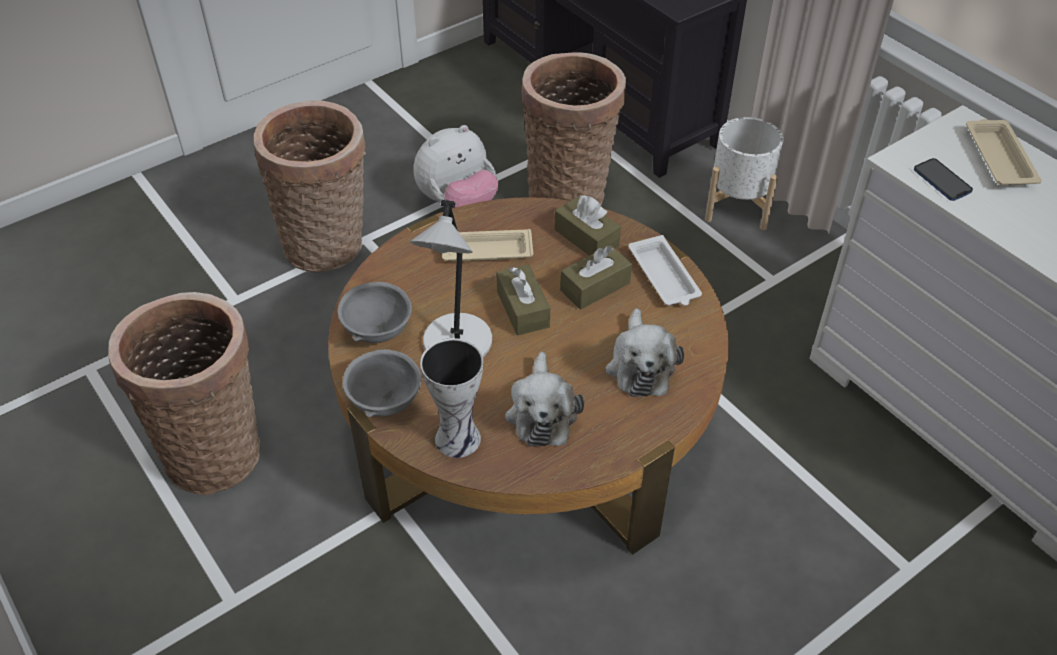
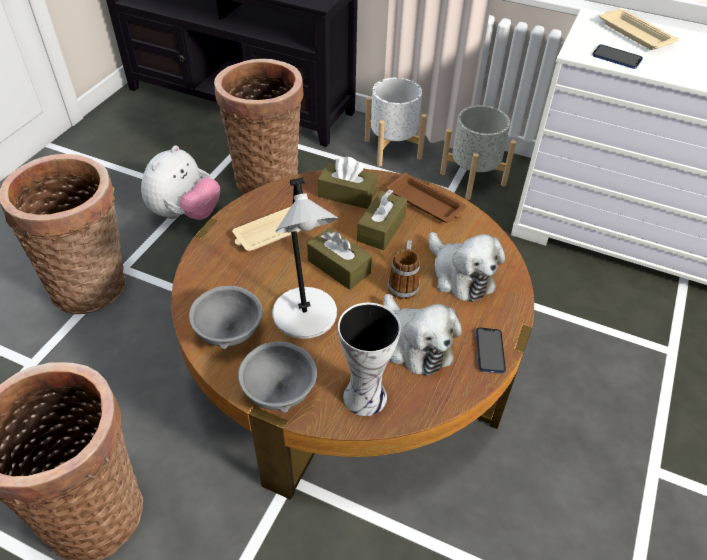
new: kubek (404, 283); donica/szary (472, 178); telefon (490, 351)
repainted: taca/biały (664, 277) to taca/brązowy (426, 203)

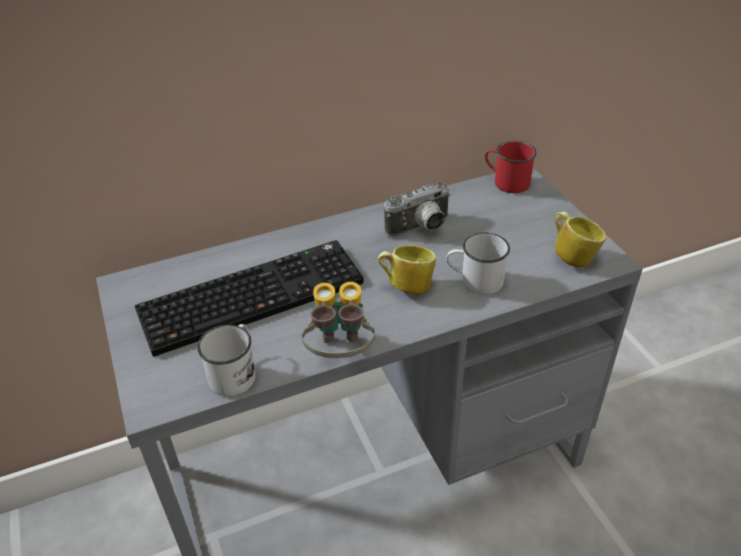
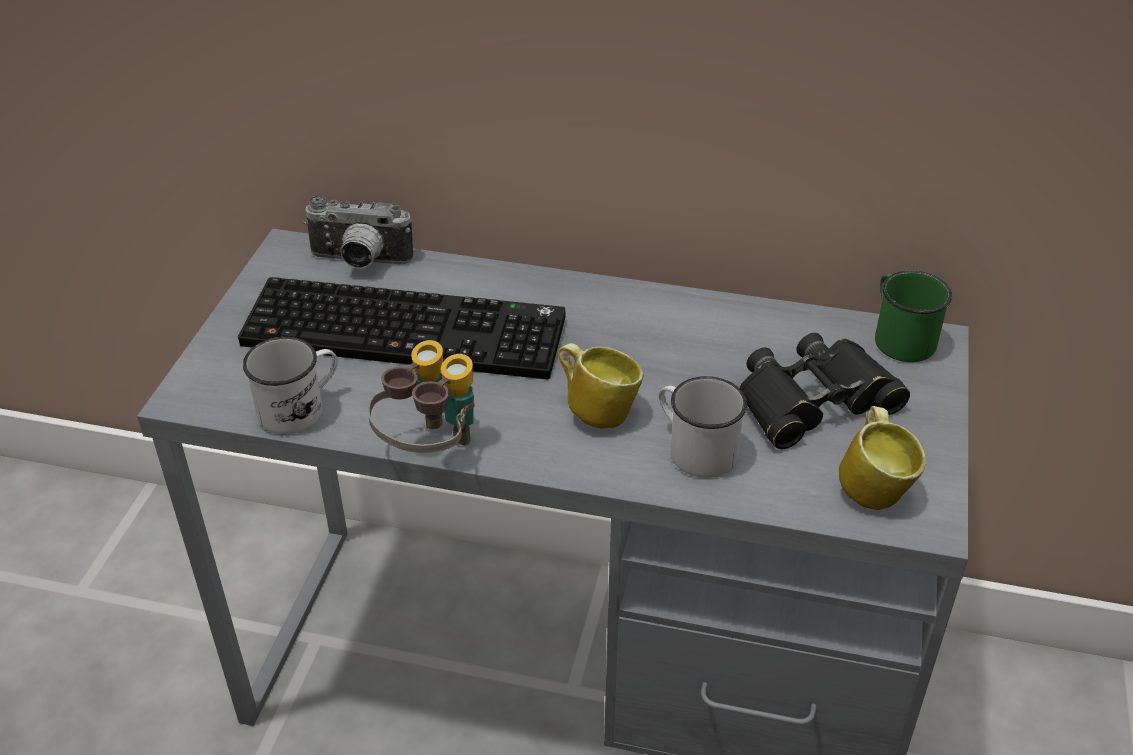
new: lornetka/czarny (814, 401)
shifted: aparat fotograficzny (421, 229) to (359, 262)
repainted: kubek/czerwony (506, 182) to kubek/zielony (899, 337)

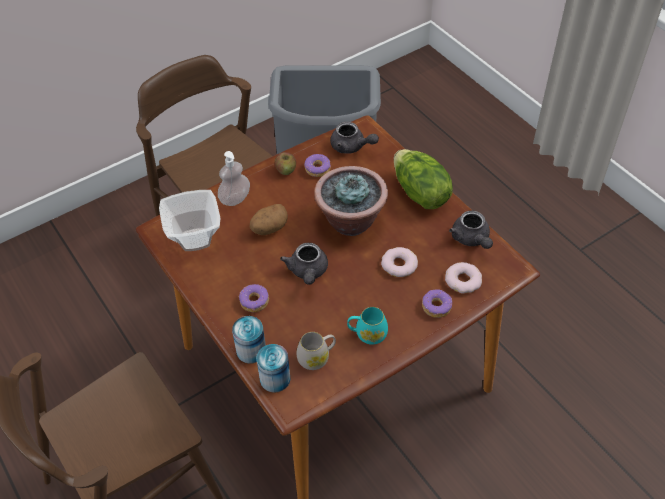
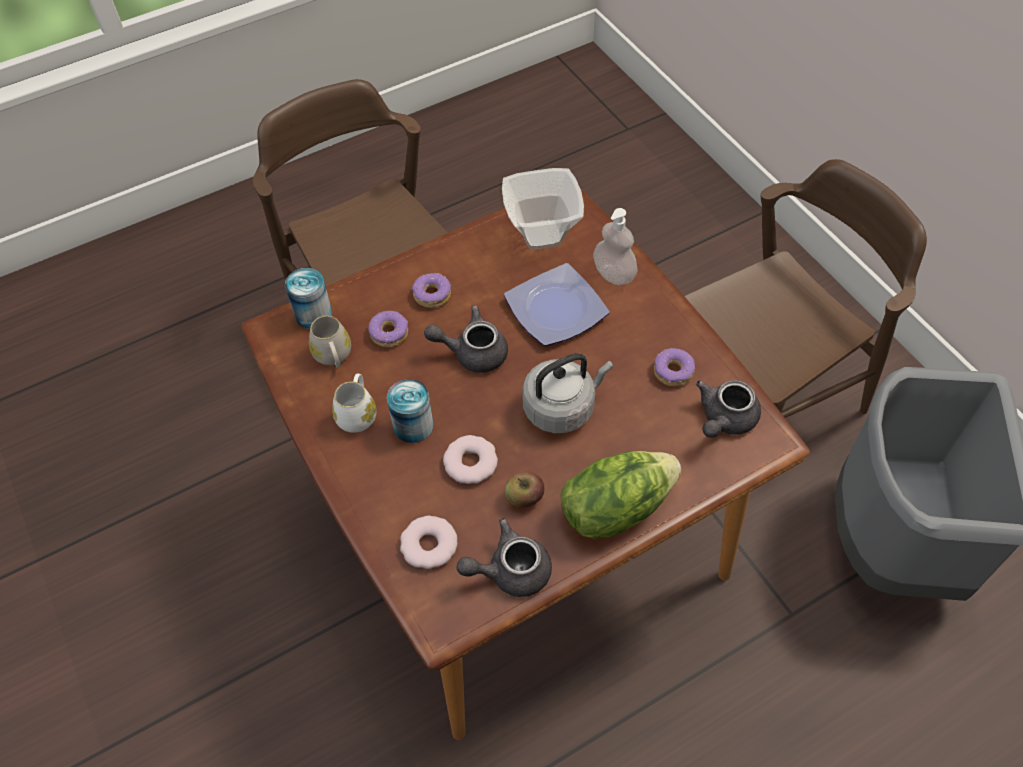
shifted: puszka (251, 350) to (413, 425); jabłko (286, 170) to (525, 497); donut (436, 306) to (390, 333)
swapped: ziemniak (269, 228) to talerz (555, 311); roślina doniczkowa (350, 221) to czajnik/szary (562, 407)
repainted: kubek/turkusowy (367, 334) to kubek/biały (358, 413)

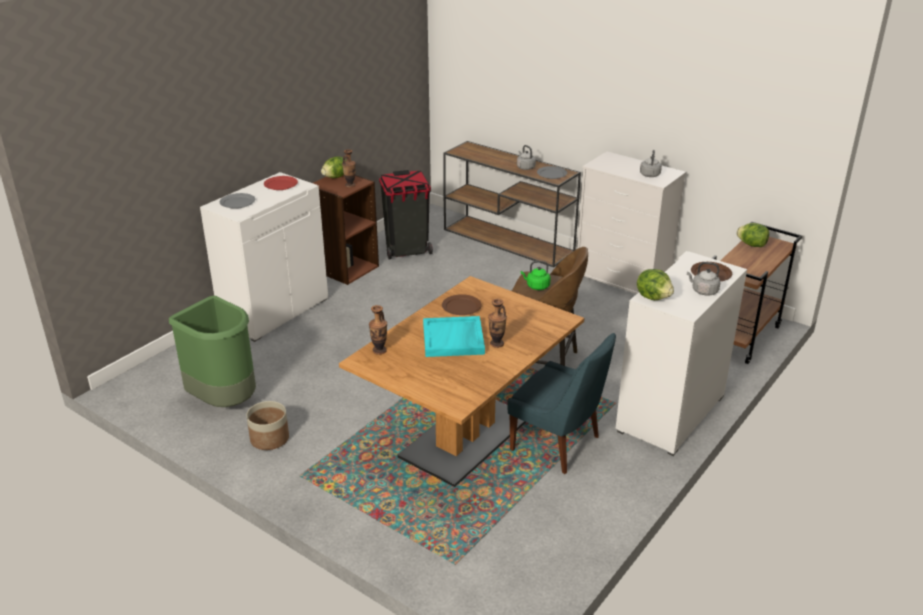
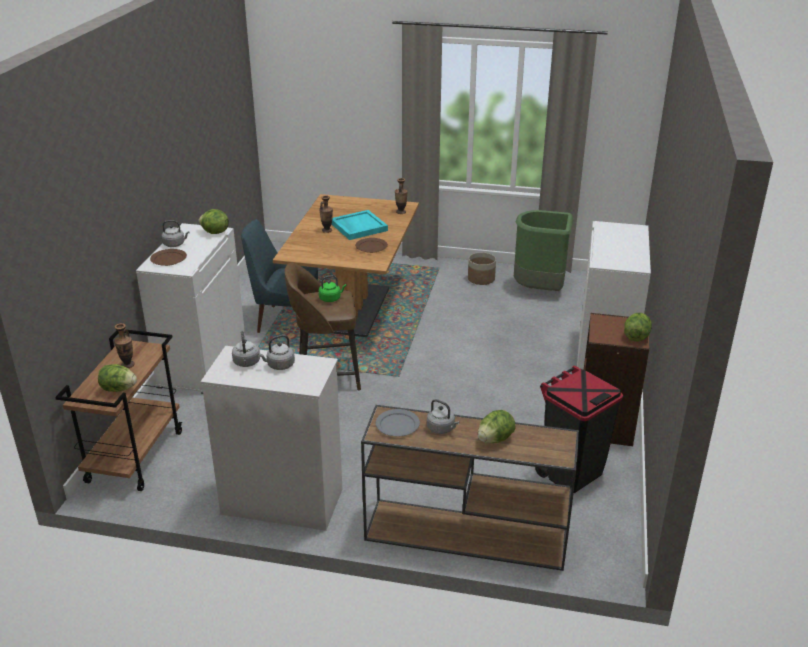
gone: talerz/szary (238, 202); talerz/czerwony (280, 185)
new: czajnik/szary (279, 365); sałata (495, 439)
shifted: wazon (350, 185) to (127, 365)

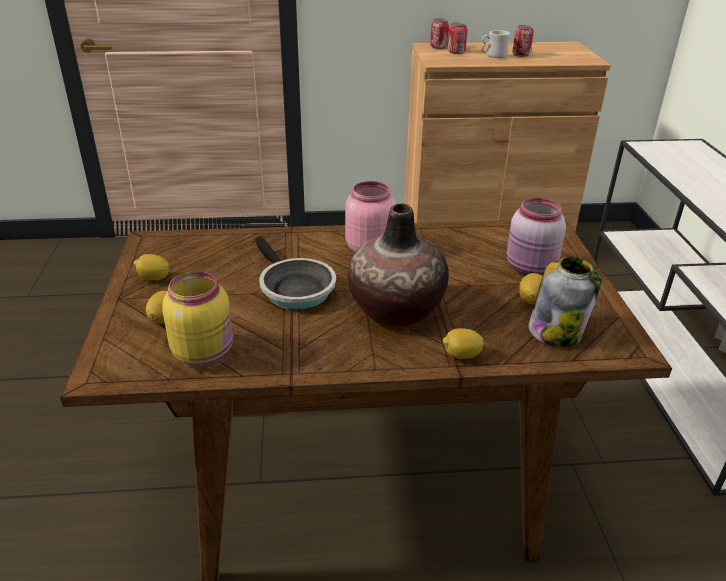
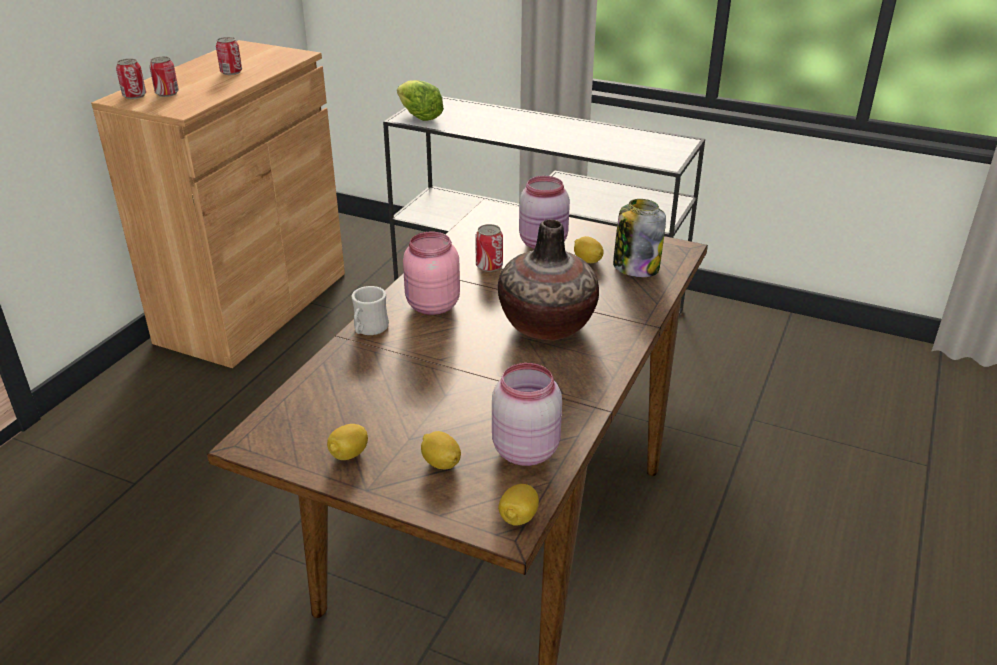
gone: patelnia (294, 288)
new: sałata (419, 117); puszka (489, 266)
shifted: cytryna (461, 355) to (518, 518); kubek/biały (493, 56) to (368, 330)
repainted: słoik/żółty (205, 352) to słoik/różowy (525, 449)

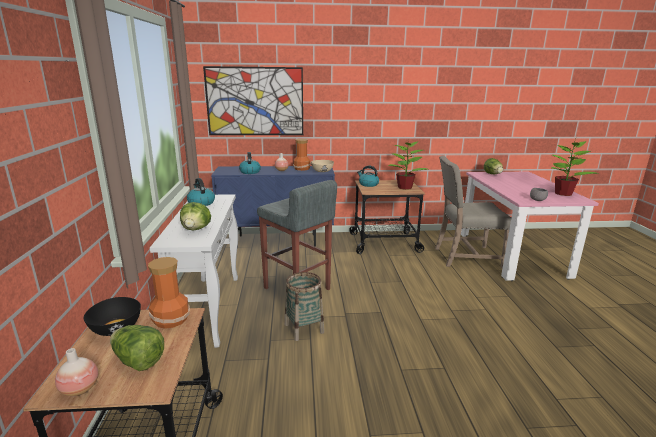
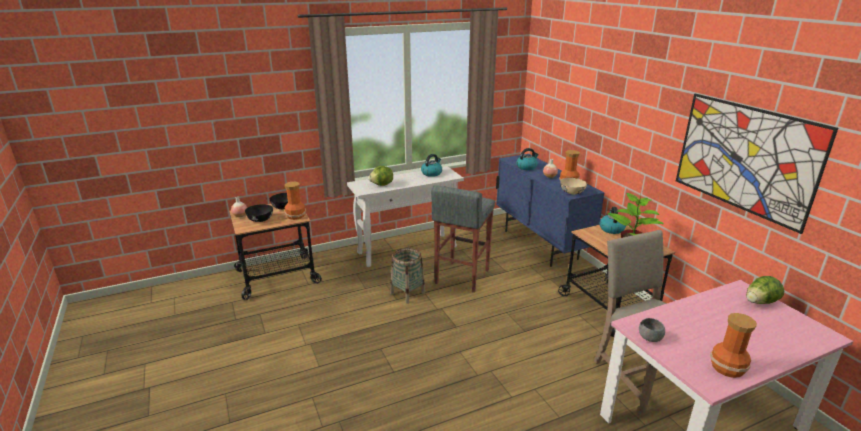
shifted: obraz (255, 101) to (745, 158)
swapped: sałata (138, 361) to miska/czarny (260, 219); roślina doniczkowa (563, 193) to wazon (727, 368)

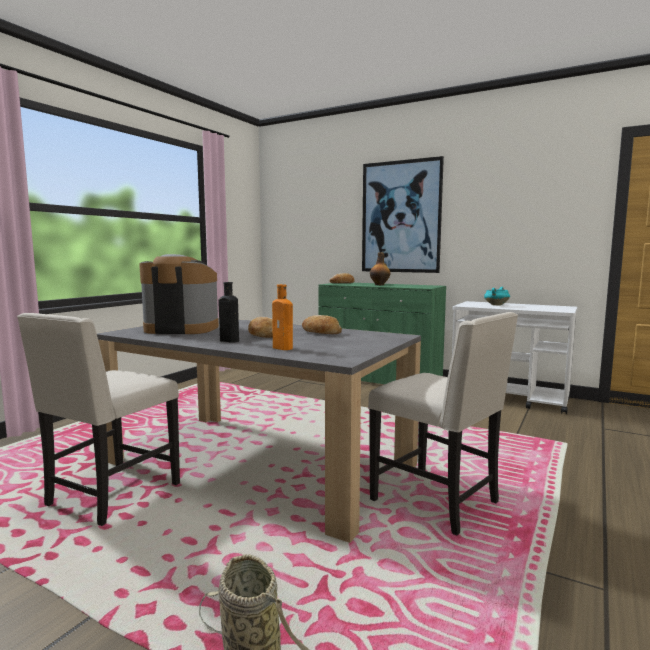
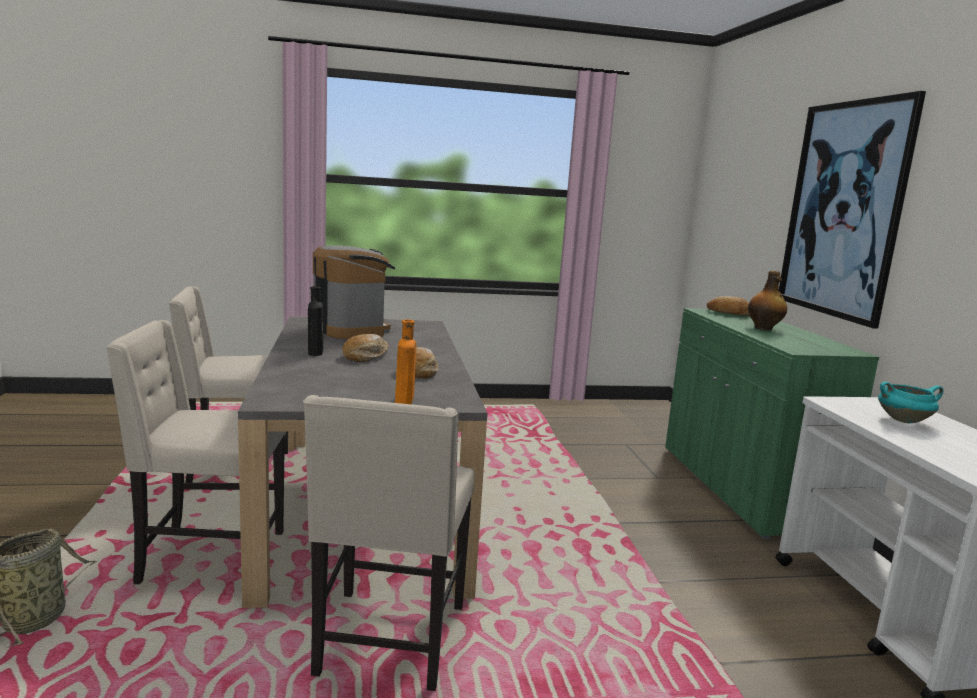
new: krzesło/beżowy (209, 558)
shifted: butelka/pomarańczowy (284, 348) to (404, 401)

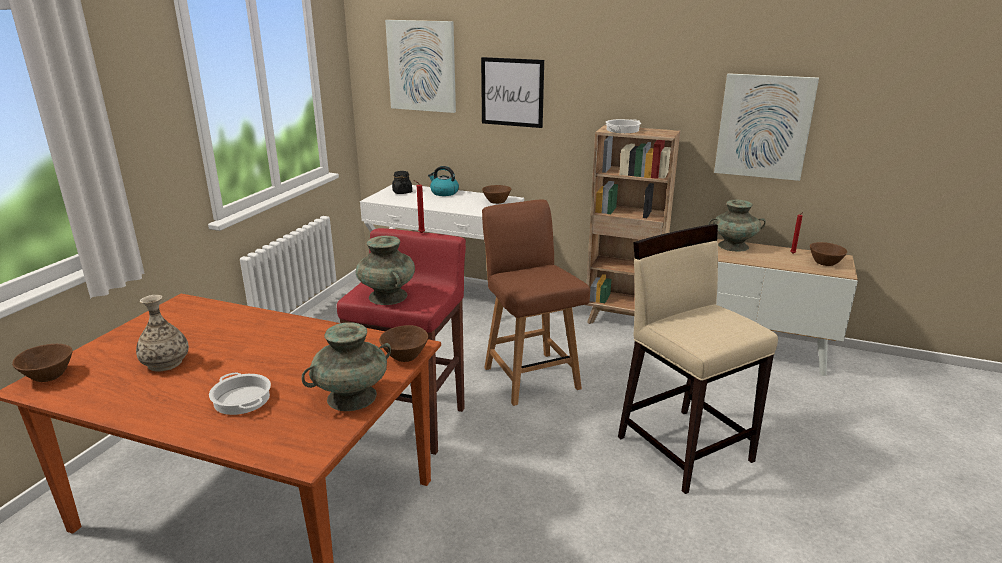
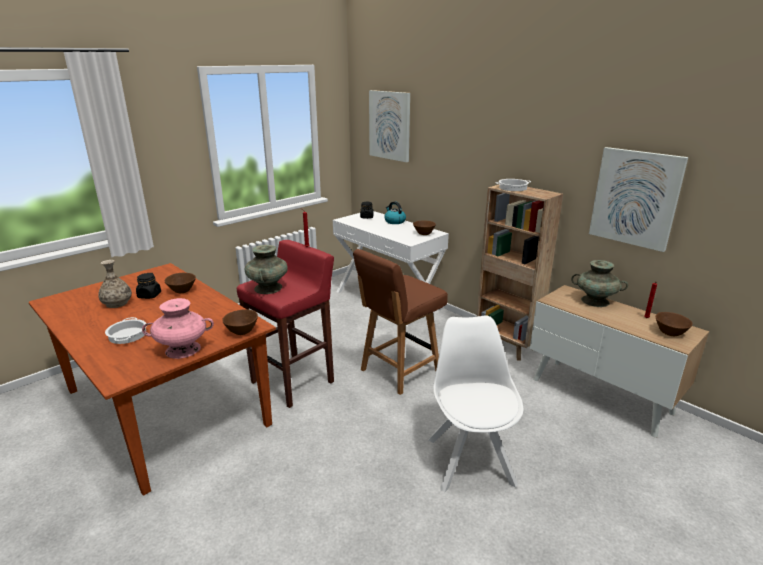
gone: obraz (512, 92)
new: słoik/czarny (149, 295)
shifted: miska/brązowy (48, 377) to (181, 291)
swapped: stołek/beżowy (684, 447) to krzesło/biały (470, 459)
repainted: wazon/turkusowy (351, 397) to wazon/różowy (182, 350)
rotated: krzesło/brązowy (530, 376) = (398, 371) 135 degrees counterclockwise

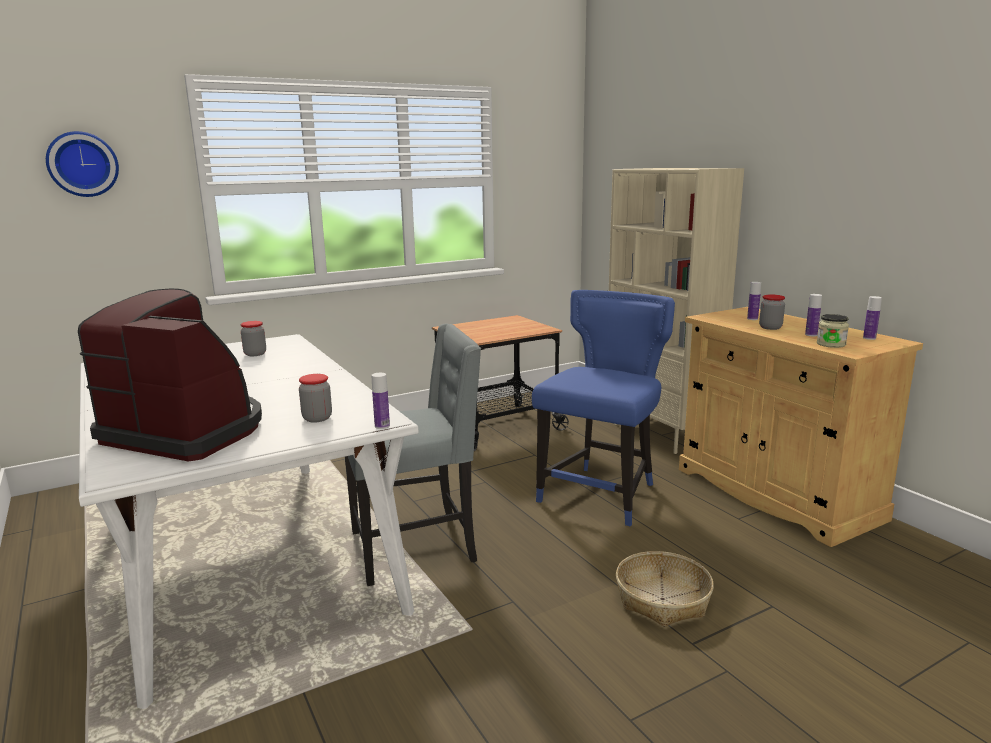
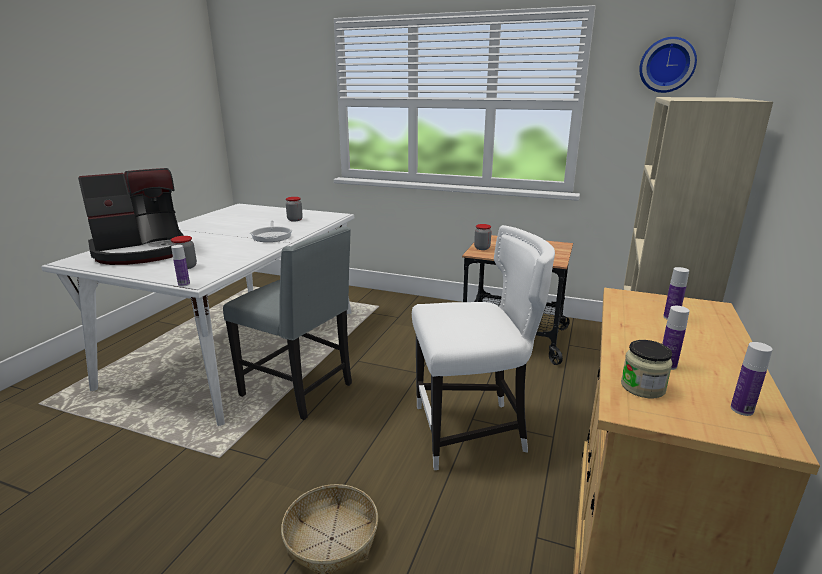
new: patelnia (272, 236)
shifted: zegar ścienny (83, 164) to (667, 65); słoik (770, 327) to (482, 248)
repainted: krzesło/niebieski (602, 493) to krzesło/biały (472, 431)
rotated: ekspres do kawy (187, 431) = (142, 251) 75 degrees clockwise

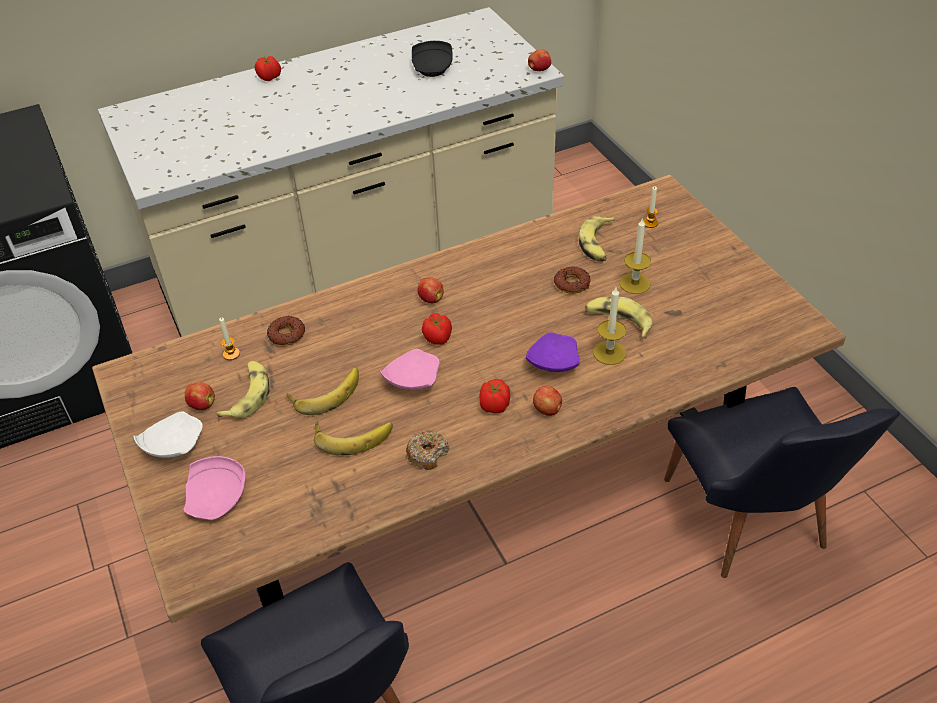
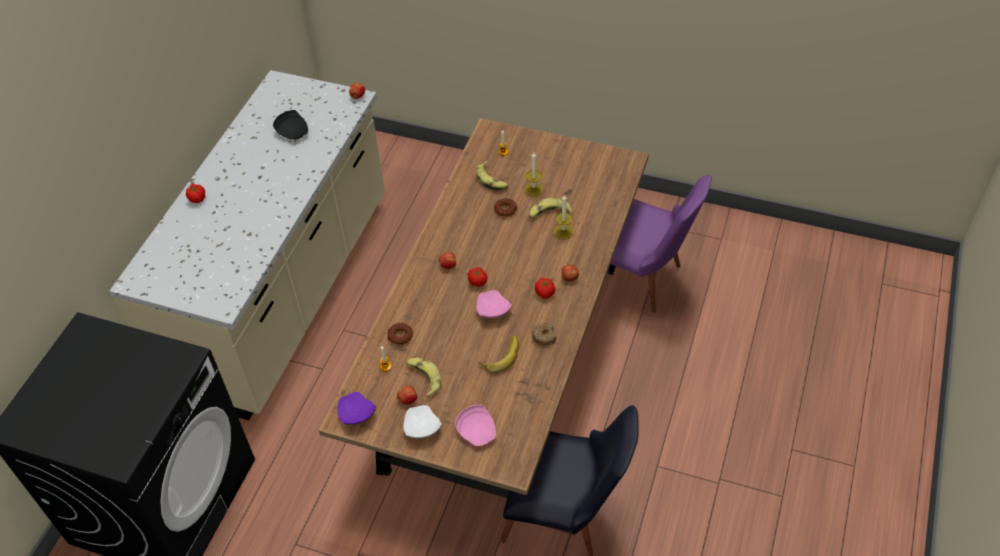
gone: banan (325, 392)
shifted: talerz/fioletowy (552, 363) to (356, 414)
repainted: krzesło/czarny (750, 525) to krzesło/fioletowy (641, 280)

